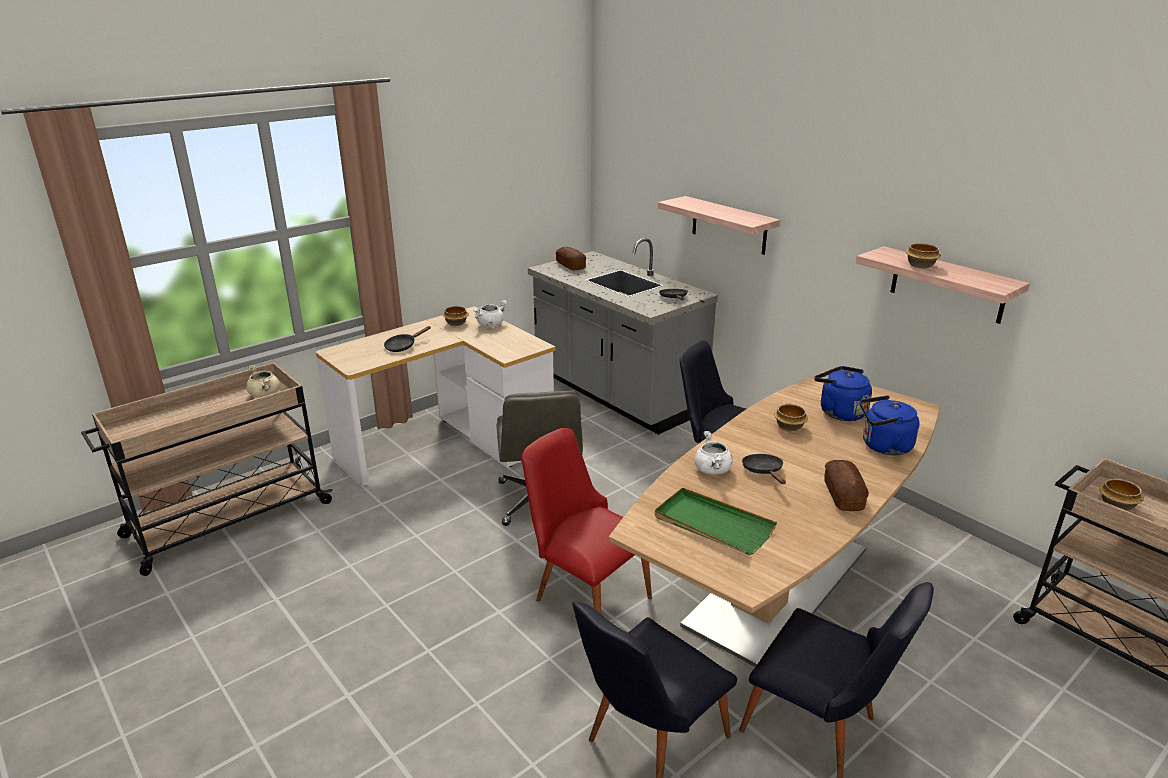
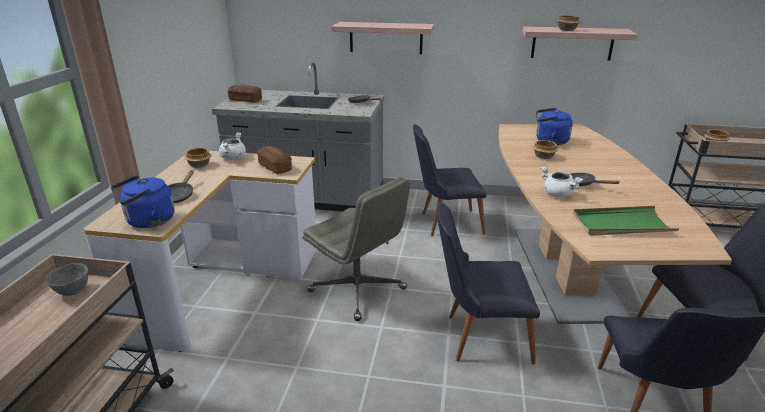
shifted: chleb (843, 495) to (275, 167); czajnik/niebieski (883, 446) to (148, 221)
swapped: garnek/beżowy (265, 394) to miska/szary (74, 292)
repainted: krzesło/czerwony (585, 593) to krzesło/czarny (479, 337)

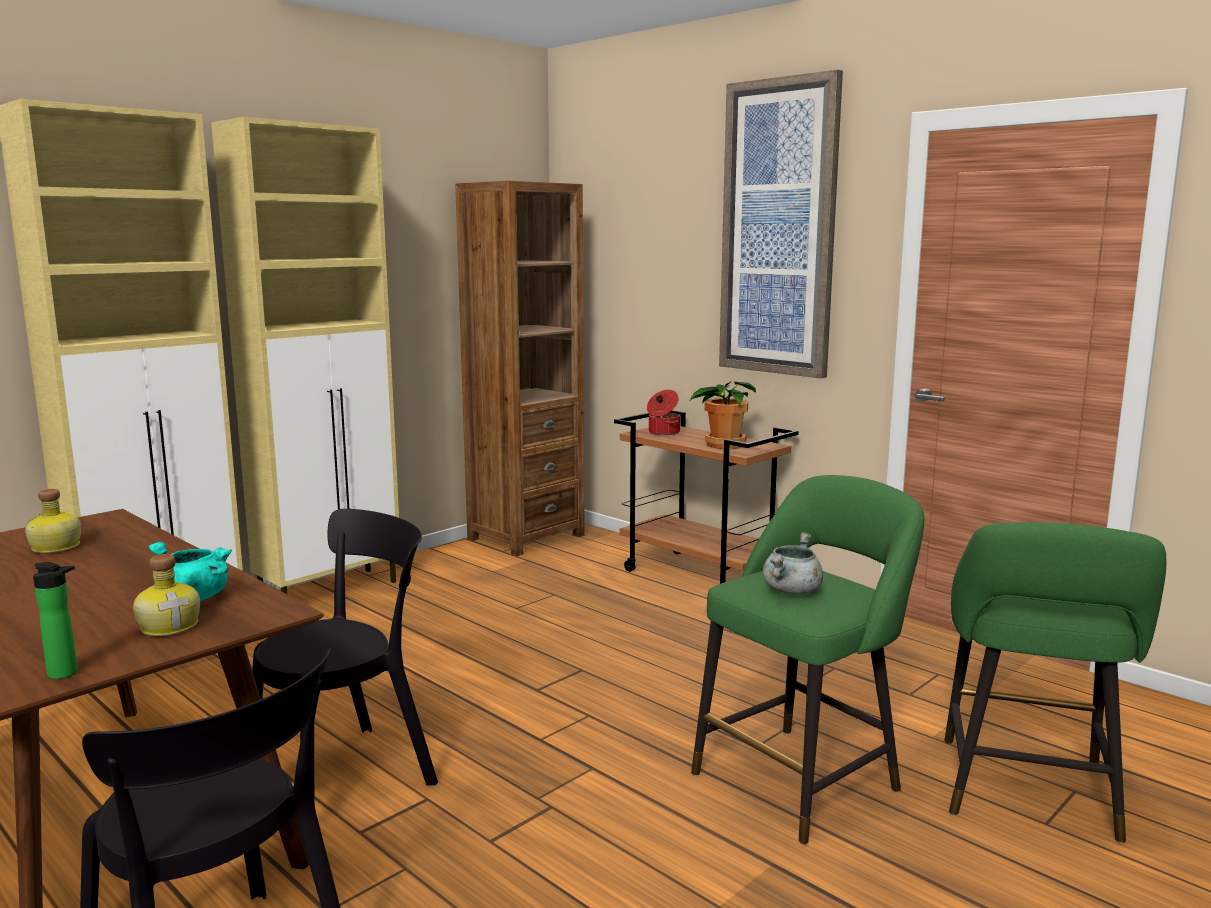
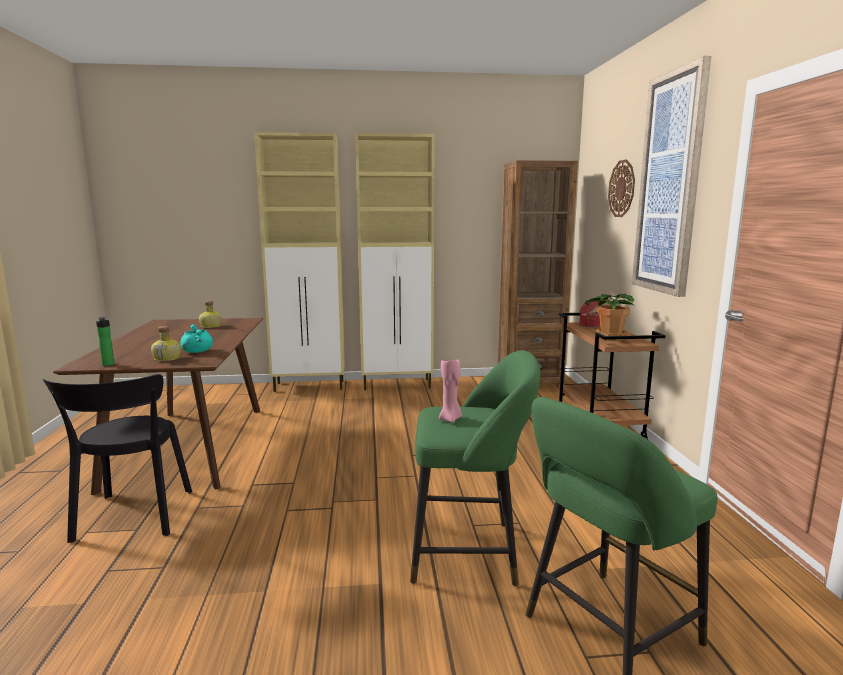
gone: krzesło/czarny (349, 774)
new: zegar ścienny (622, 188)
swapped: garnek/szary (792, 591) to świeca/różowy (450, 419)

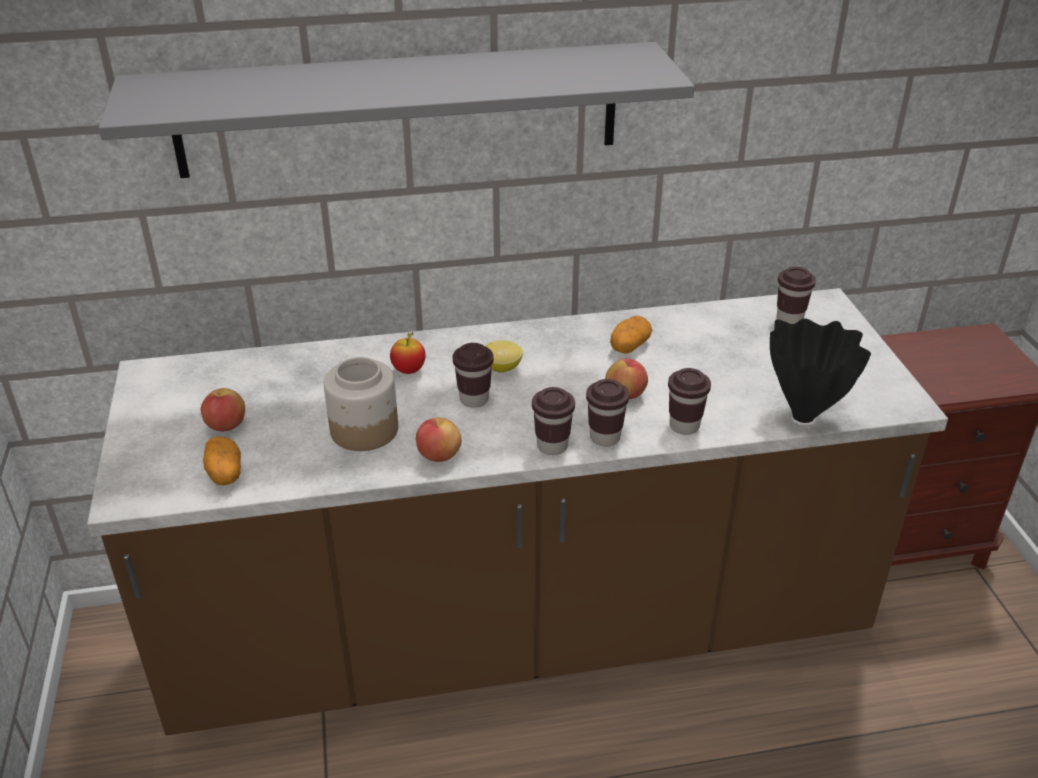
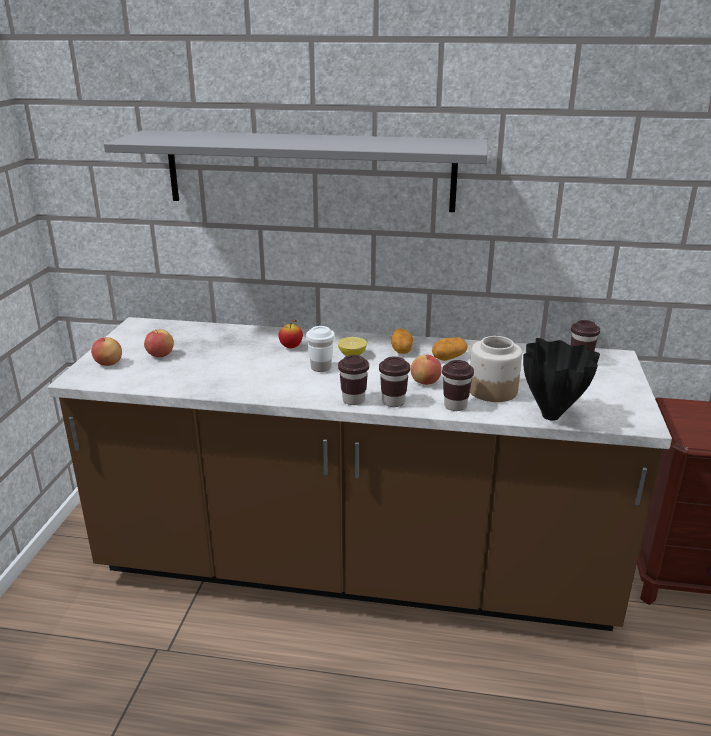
shifted: ziemniak (224, 473) to (401, 350); słoik (363, 430) to (492, 391); jabłko (439, 456) to (108, 363)
repainted: filiżanka/brązowy (474, 399) to filiżanka/biały (321, 368)

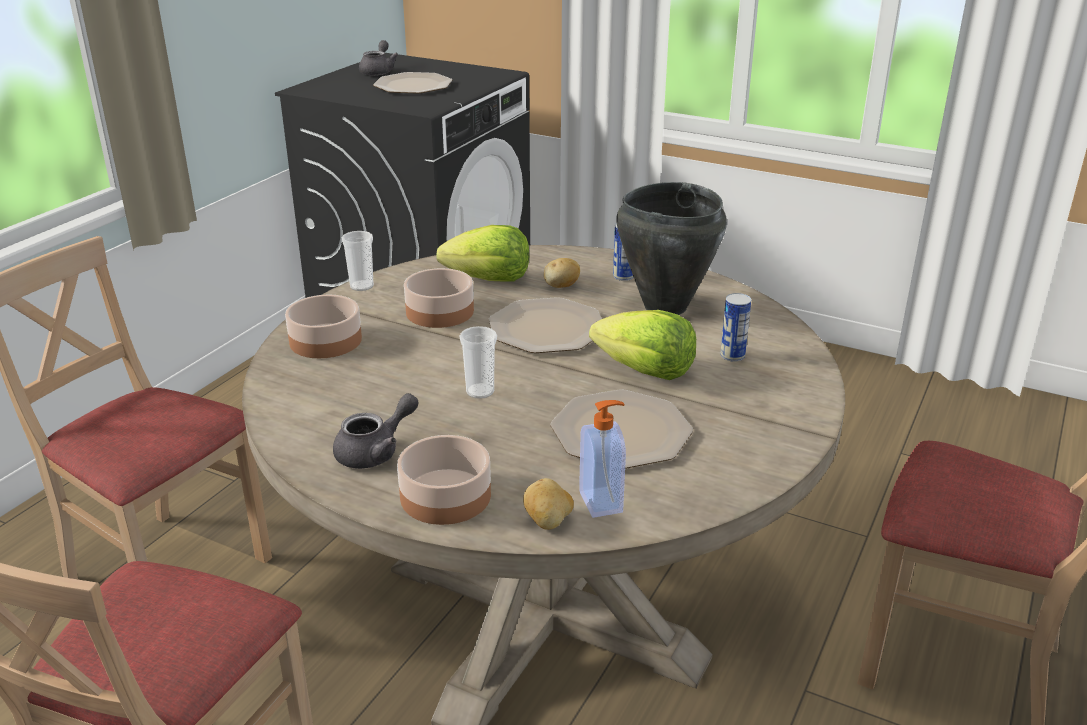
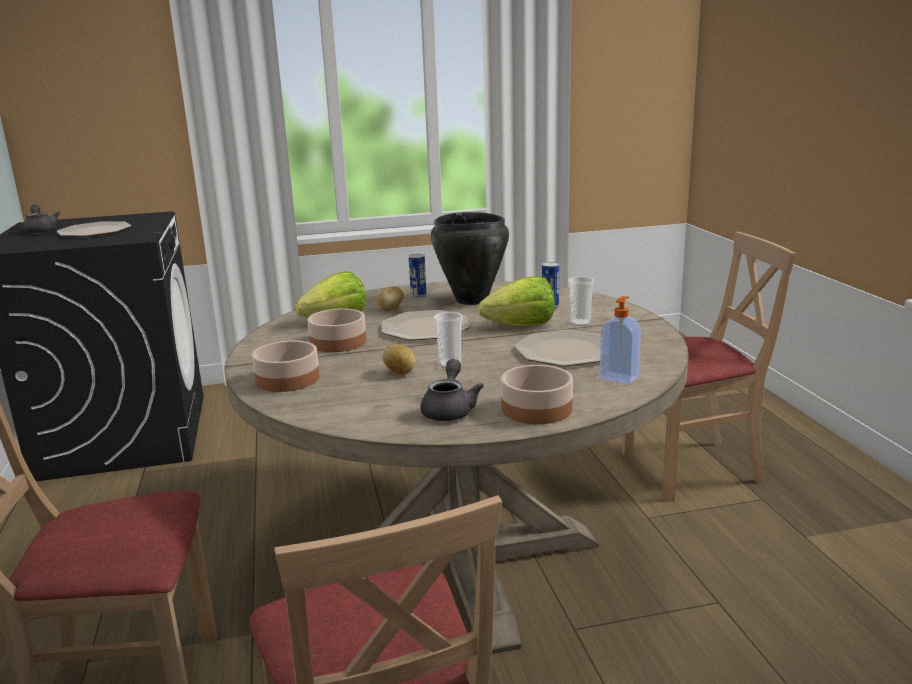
shifted: filiżanka (361, 286) to (580, 323); ziemniak (548, 522) to (400, 373)

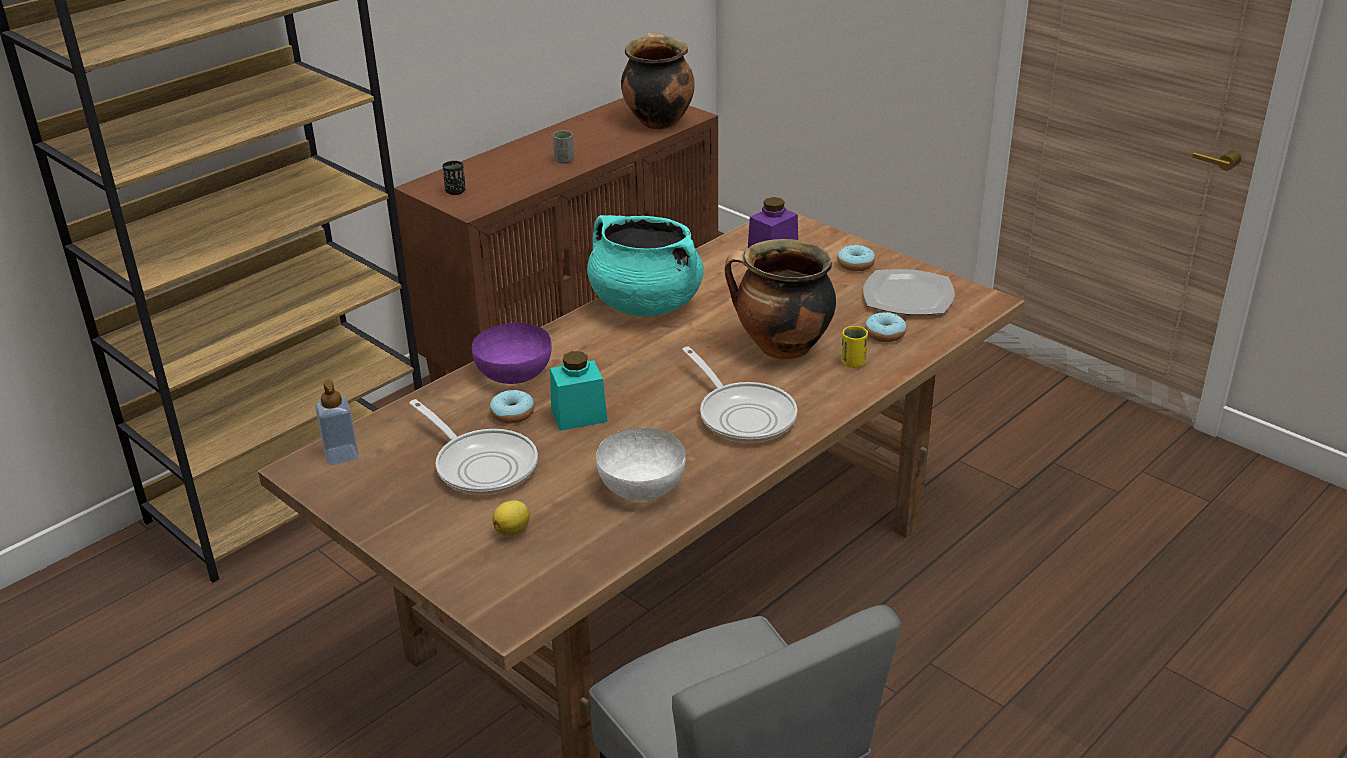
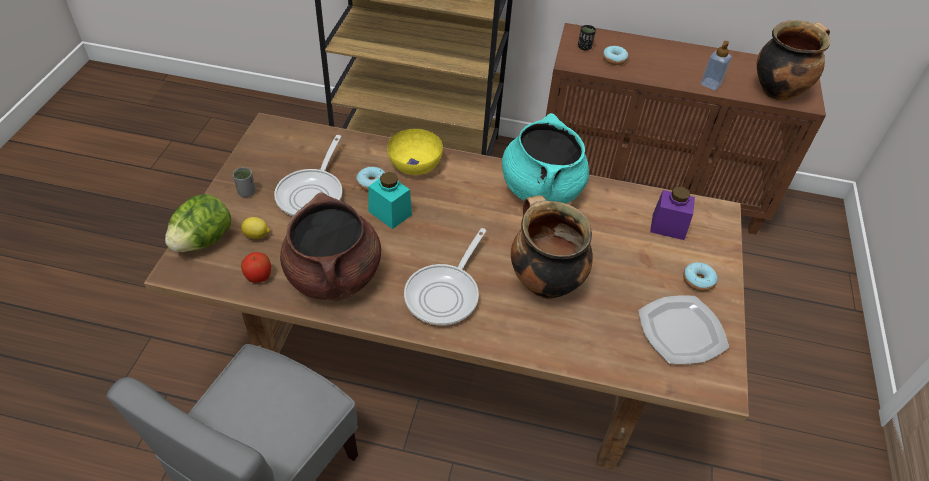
gone: filiżanka/żółty (853, 362)
new: sałata (203, 240); jabłko (259, 277)
shifted: dozownik mydła (341, 455) to (710, 84); filiżanka/szary (564, 160) to (246, 192); donut (885, 334) to (614, 59)
swapped: miska/biały (643, 486) to garnek/brązowy (334, 275)
repainted: miska/fioletowy (515, 373) to miska/żółty (415, 165)

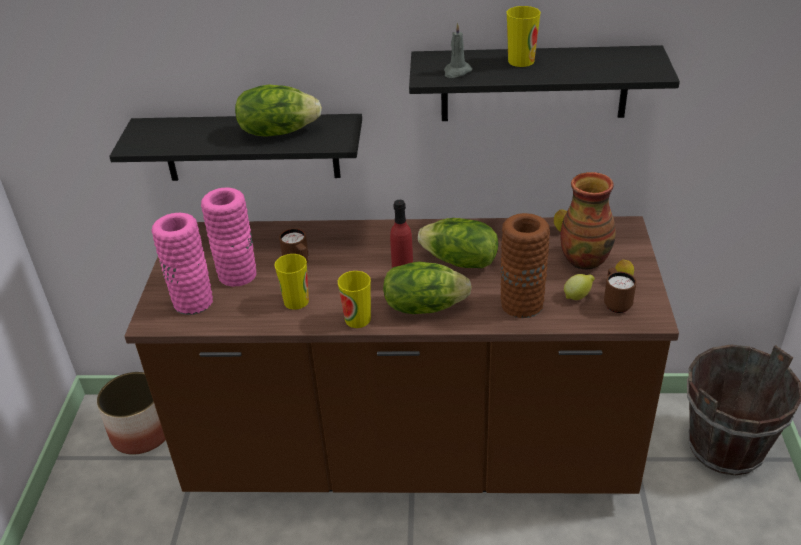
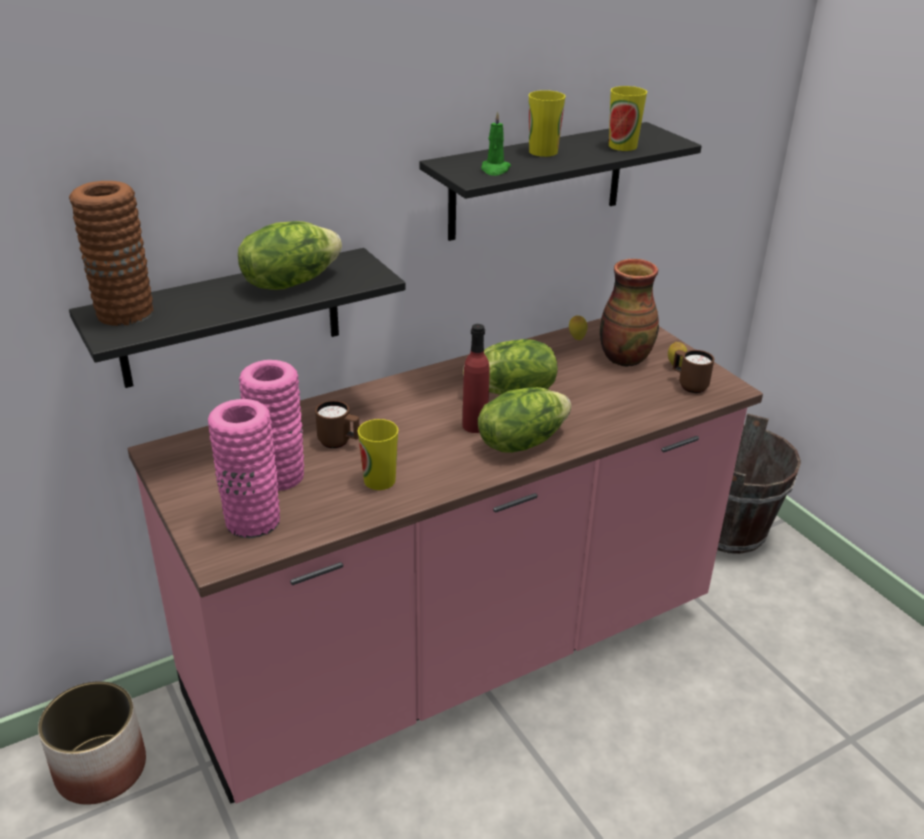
gone: cytryna (578, 296)
shifted: filiżanka (357, 319) to (622, 146); wazon/brązowy (521, 304) to (124, 313)
repainted: zabudowa kuchenna/brązowy (410, 456) to zabudowa kuchenna/różowy (456, 655); świeca/szary (456, 72) to świeca/zielony (495, 170)

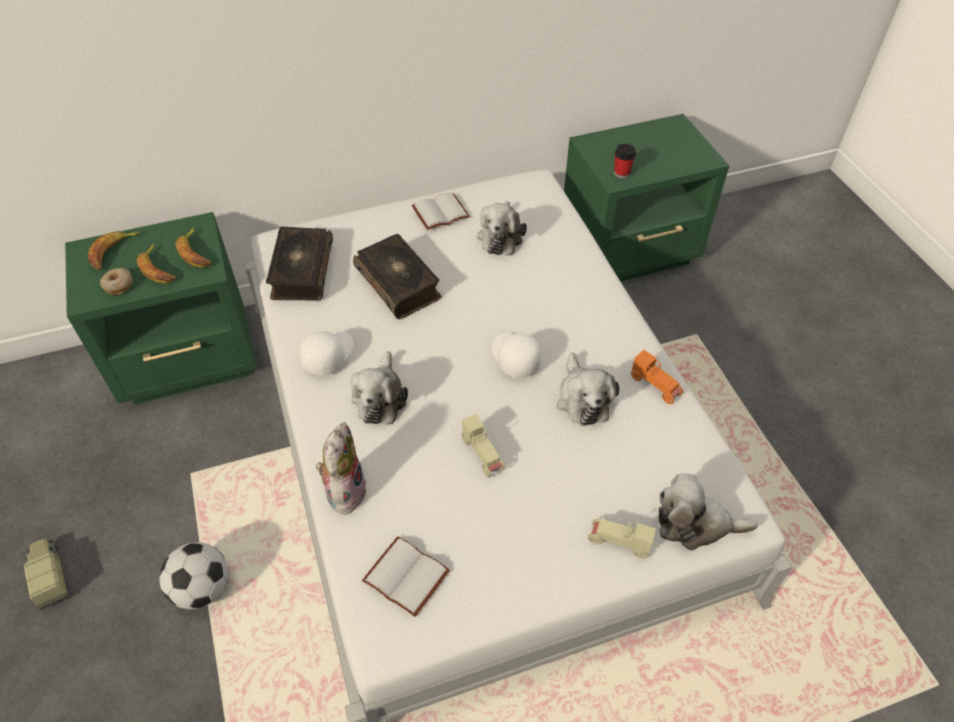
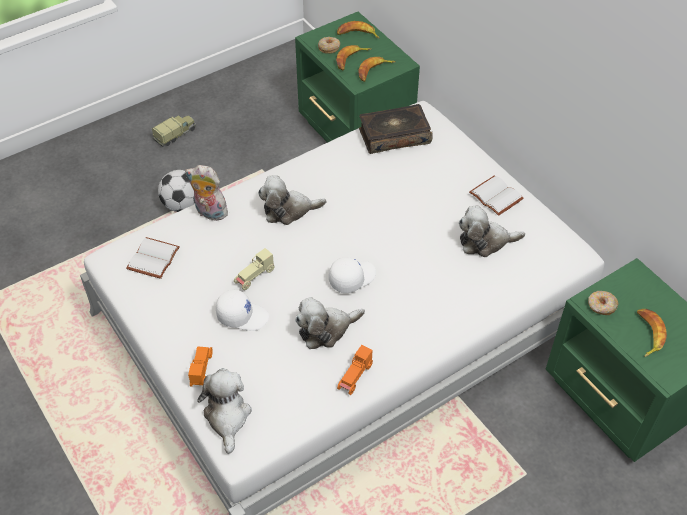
gone: książka (399, 284)
new: banan (647, 334)
shifted: czapka z daszkiem/biały (328, 355) to (242, 315)
swapped: filiżanka (621, 173) to donut (601, 306)
repainted: samochodzik/beżowy (618, 542) to samochodzik/pomarańczowy (201, 369)
rotated: pluszak (344, 490) = (209, 213) 150 degrees counterclockwise

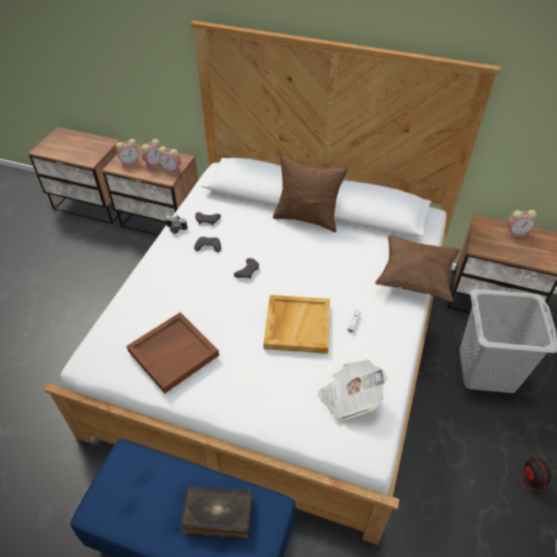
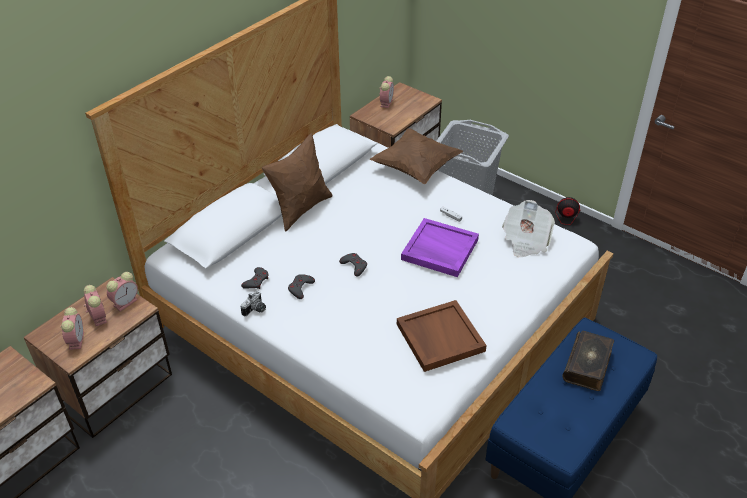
repainted: taca/beżowy (297, 325) to taca/fioletowy (439, 250)

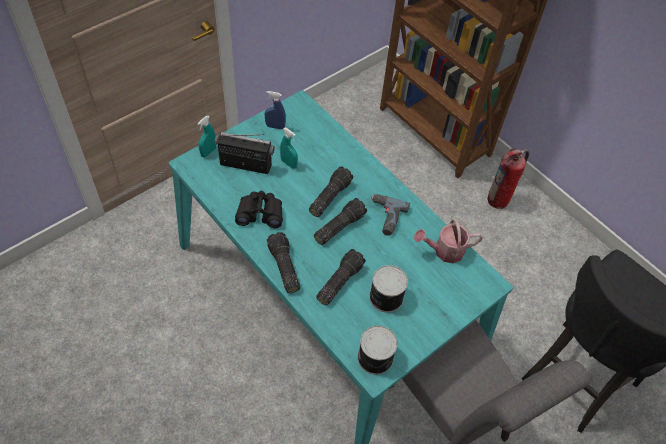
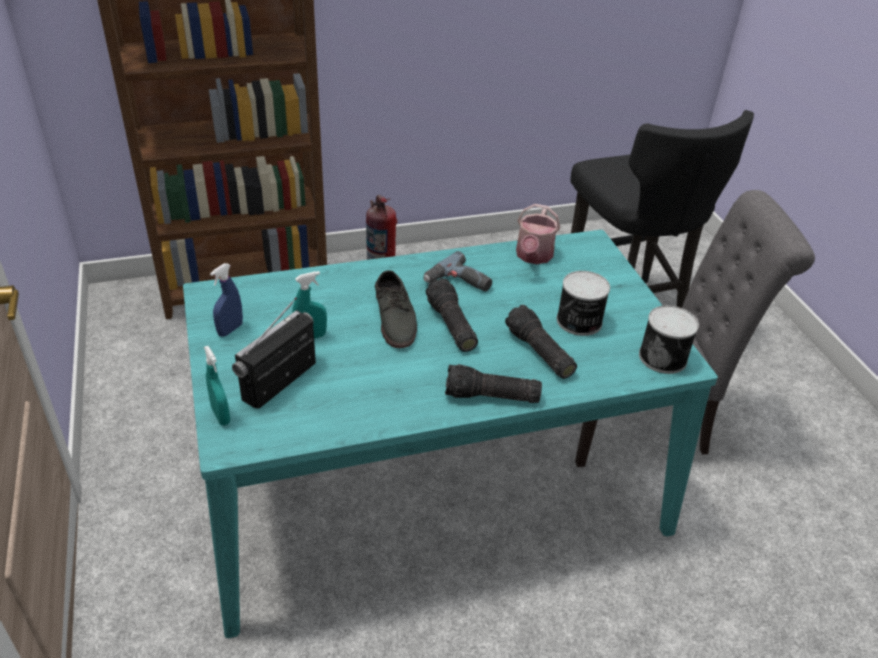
gone: lornetka/czarny (260, 213)
swapped: latarka (329, 196) to but/szary (395, 318)

